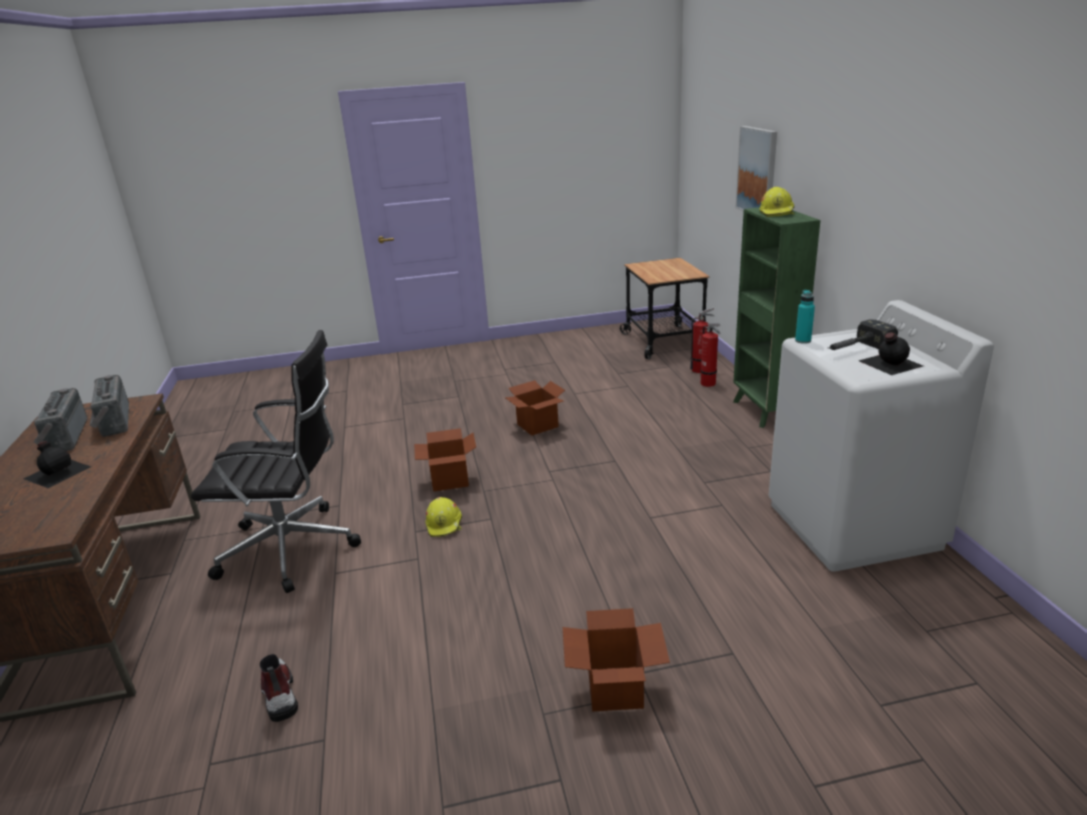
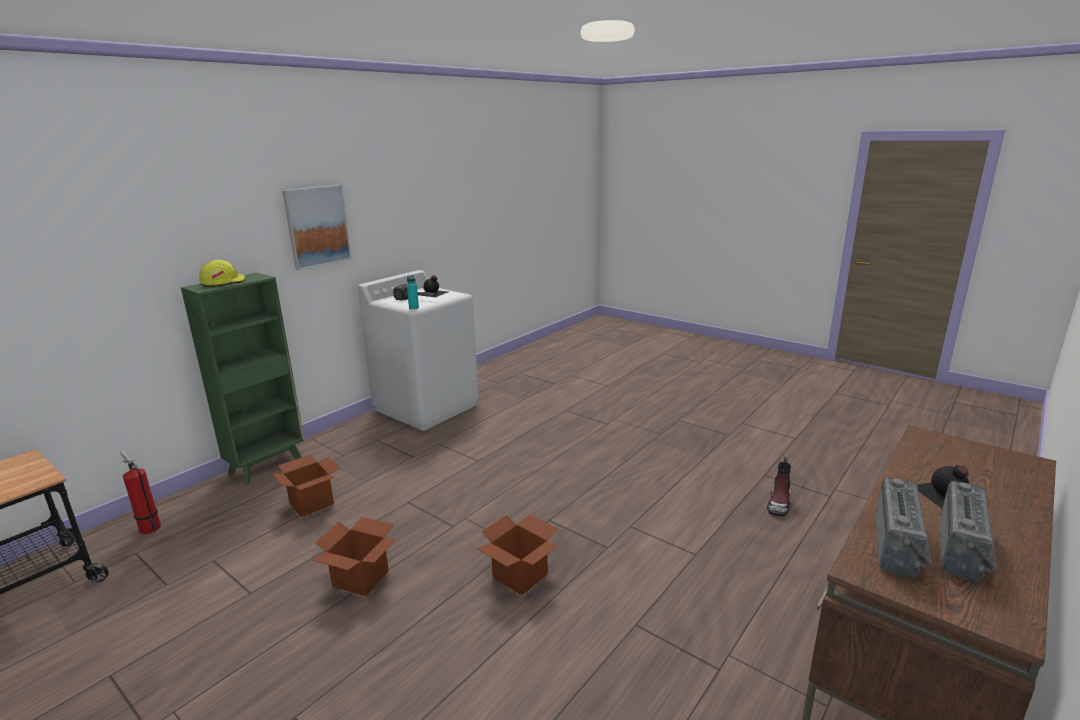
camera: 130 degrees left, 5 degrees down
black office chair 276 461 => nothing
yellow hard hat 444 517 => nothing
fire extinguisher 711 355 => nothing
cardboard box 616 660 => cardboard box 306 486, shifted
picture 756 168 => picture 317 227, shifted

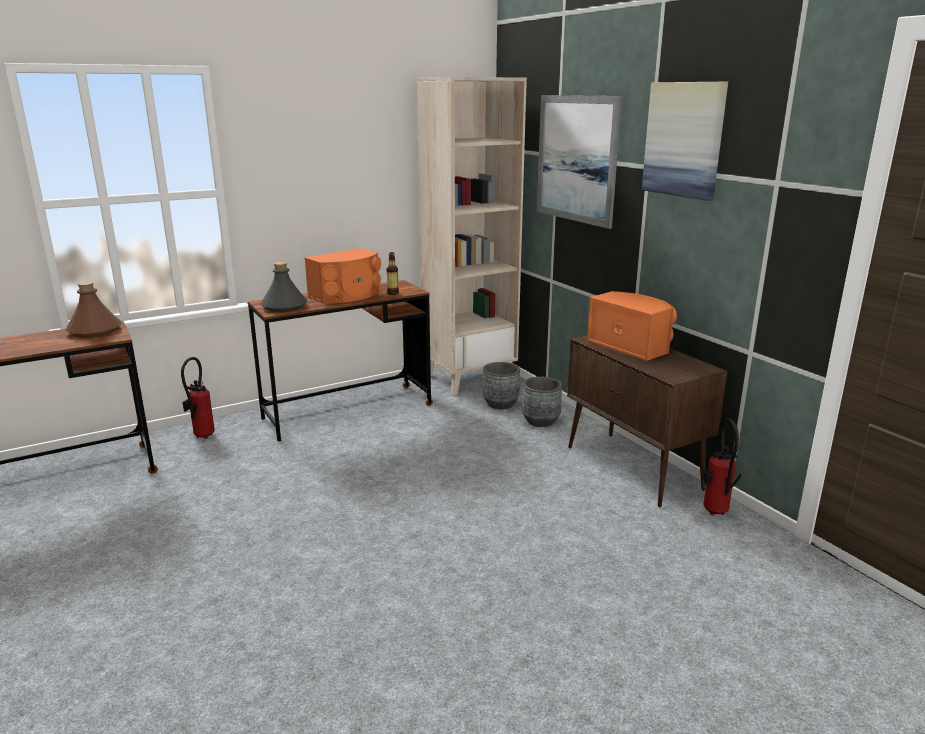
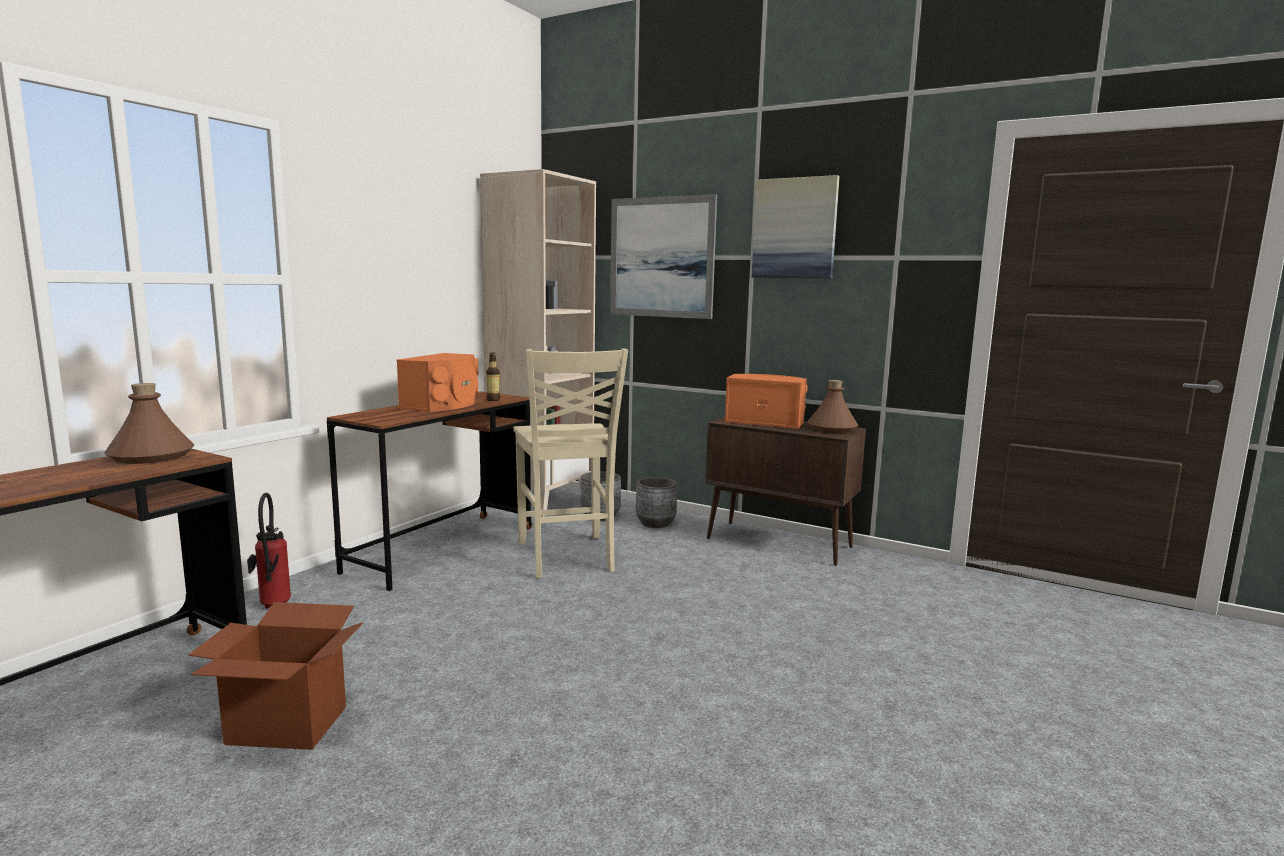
camera: 30 degrees left, 10 degrees down
grey bottle 284 287 => nothing
fire extinguisher 721 466 => nothing
nothing => cardboard box 276 676
nothing => beige chair 570 464
nothing => brown bottle 832 406

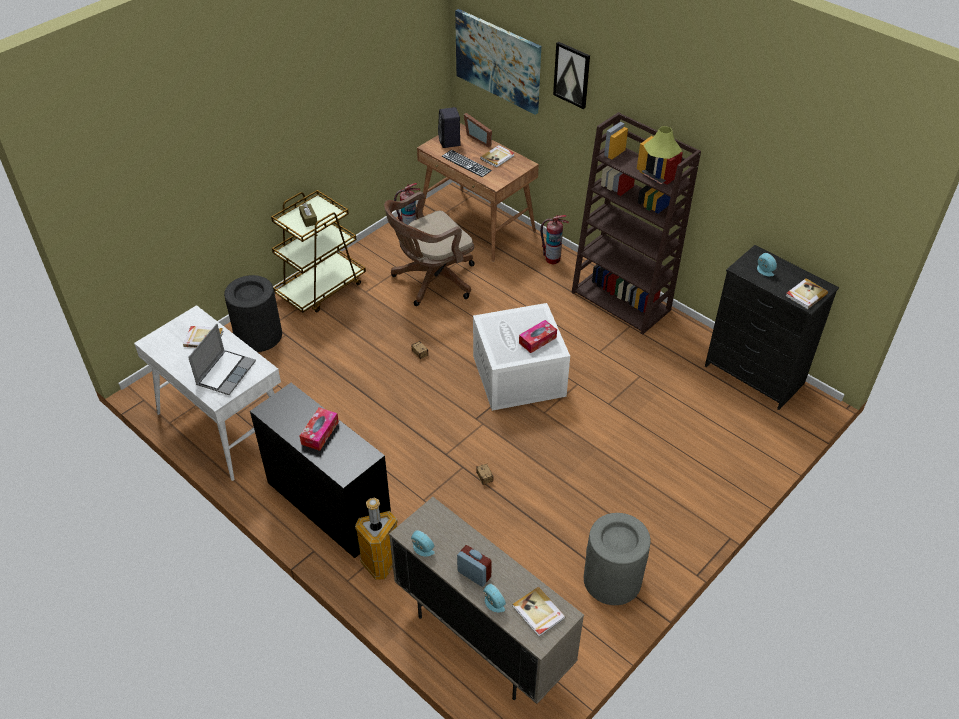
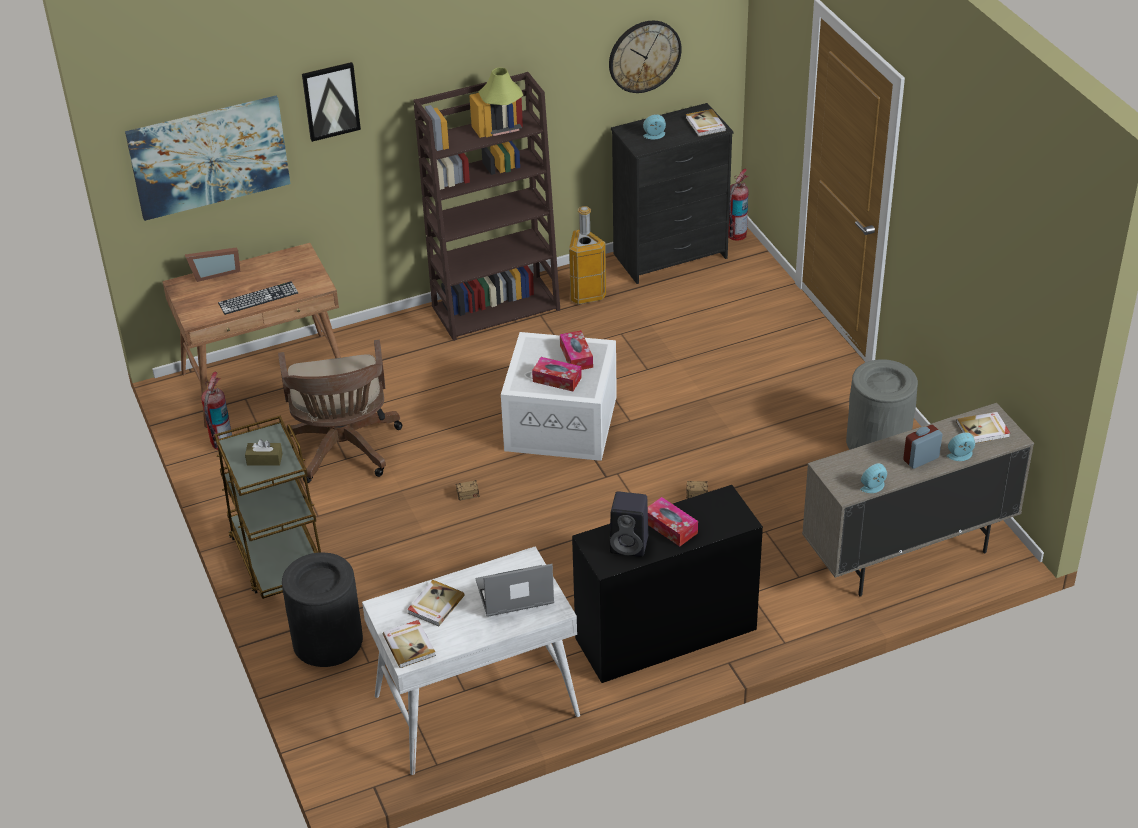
camera: 65 degrees left, 5 degrees down
nothing => tissue box 557 374
nothing => wall clock 645 57
trash can 376 539 => trash can 587 255, shifted
black speaker 449 127 => black speaker 629 524, shifted
book 497 156 => book 409 644, shifted
fire extinguisher 554 240 => fire extinguisher 738 205, shifted
laptop 222 359 => laptop 515 590, 60 degrees counterclockwise

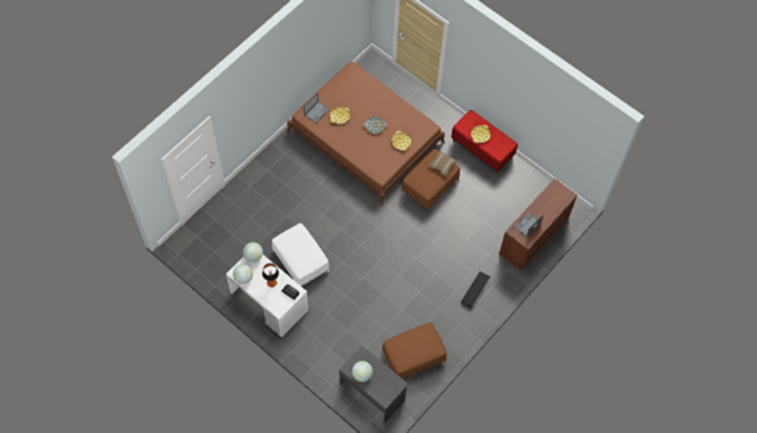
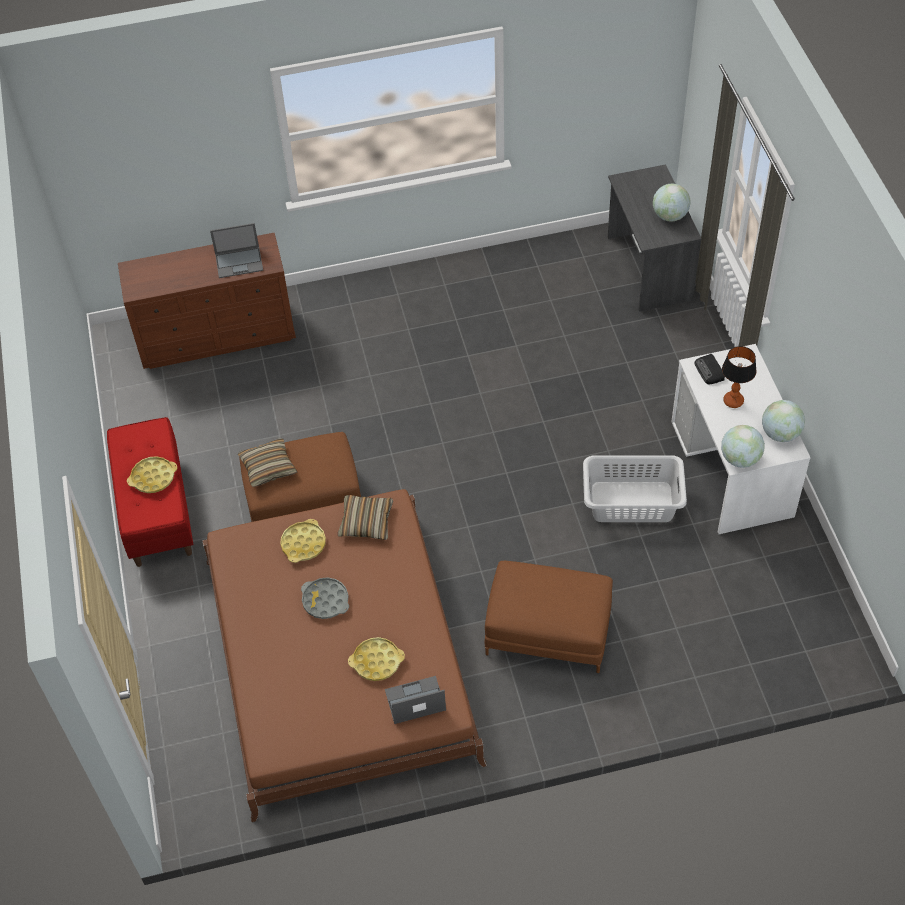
camera: 140 degrees left, 10 degrees down
black storage box 475 290 => nothing
nothing => pillow 365 517
brown ottoman 414 350 => brown ottoman 548 617, shifted
white ottoman 301 254 => grey laundry basket 635 489

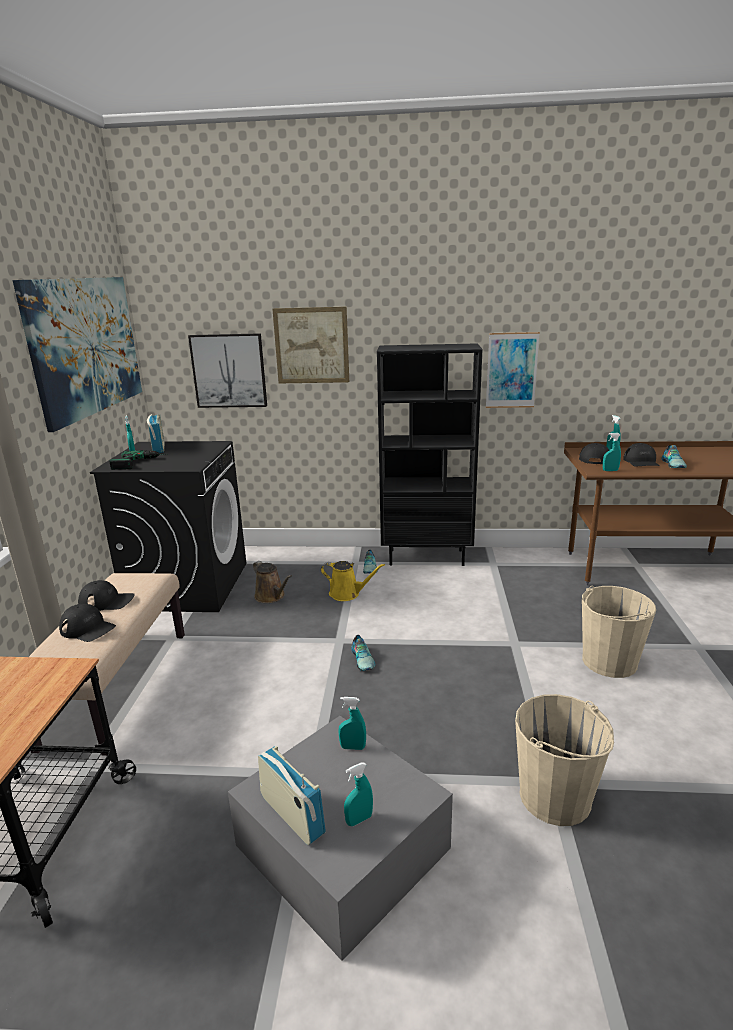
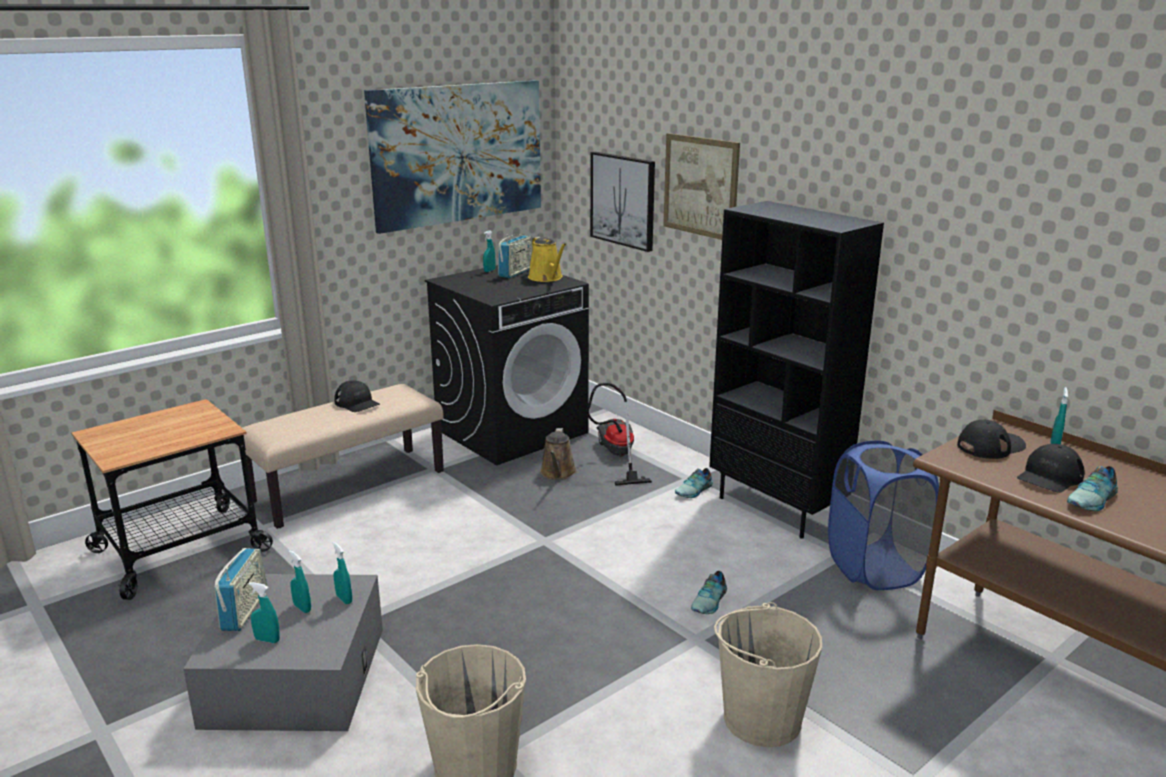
camera: 45 degrees right, 0 degrees up
black cap 87 623 => nothing
power drill 136 460 => nothing
picture 513 370 => nothing
nothing => vacuum cleaner 619 434
nothing => blue laundry basket 883 515
yellow watering can 353 581 => yellow watering can 547 259, shifted
shoe 363 653 => shoe 709 592, shifted
turquoise spray bottle 612 452 => turquoise spray bottle 300 581, shifted

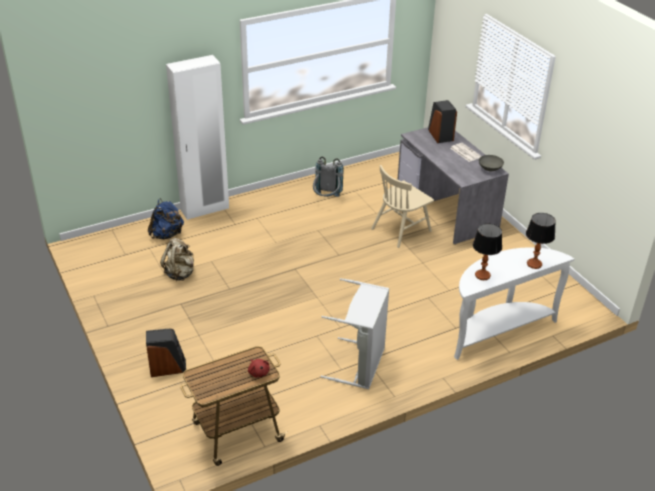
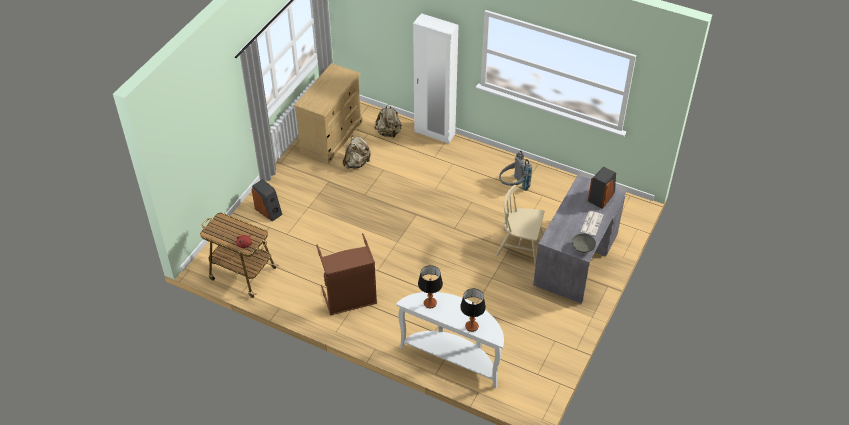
camera: 55 degrees right, 10 degrees up
nothing => beige dresser 328 113
blue backpack 166 218 => beige backpack 388 121
grey laundry basket 355 333 => brown laundry basket 346 274

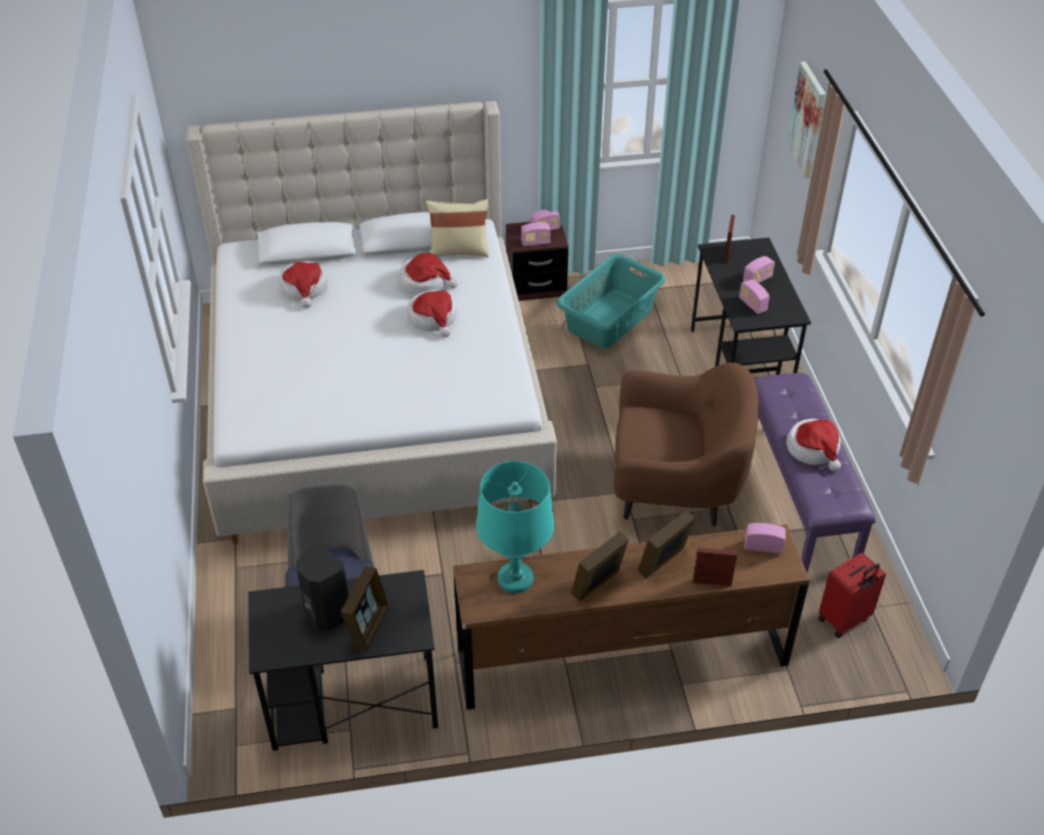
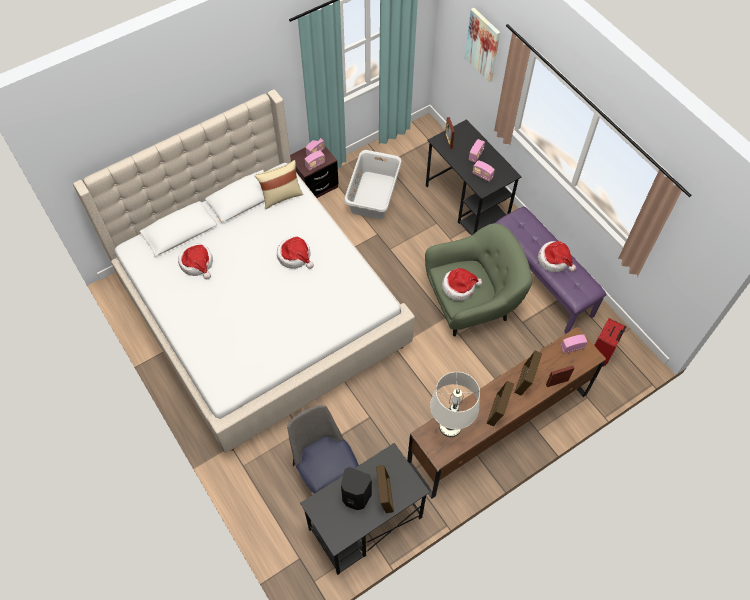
camera: 25 degrees left, 15 degrees up
hat 428 274 => hat 462 284, shifted
turquoise table lamp 515 527 => white table lamp 455 404
turquoise laundry basket 610 301 => grey laundry basket 373 184
brown armchair 686 444 => green armchair 479 279

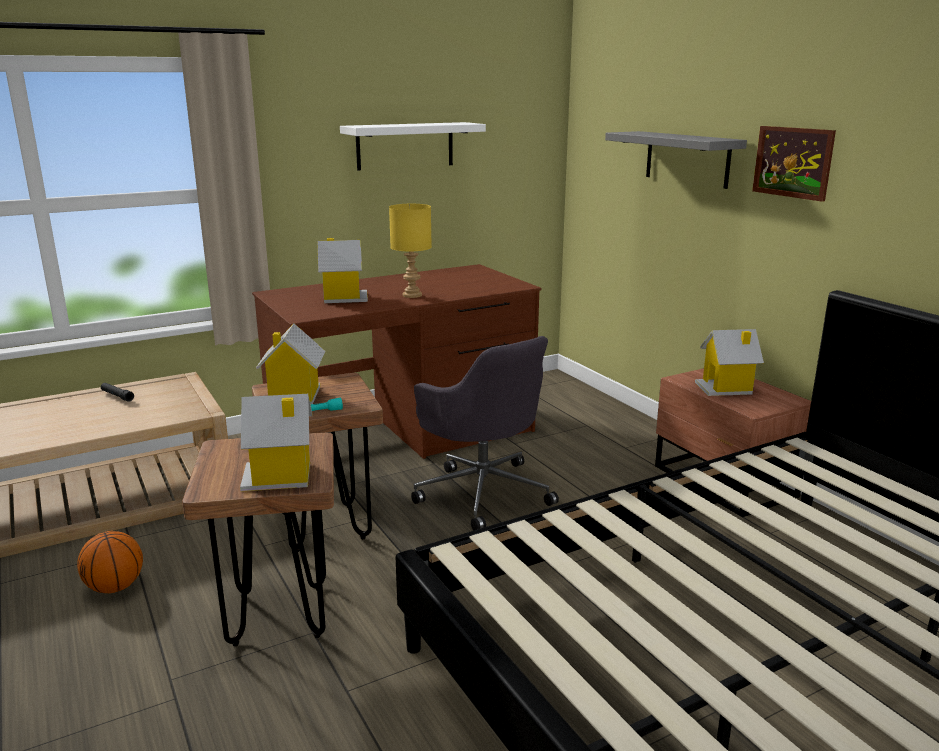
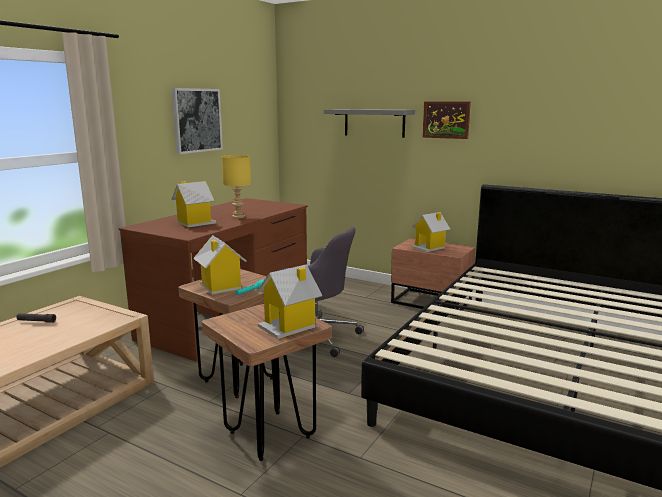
camera: 30 degrees left, 5 degrees down
basketball 110 562 => nothing
white shelf 413 146 => picture 197 121

